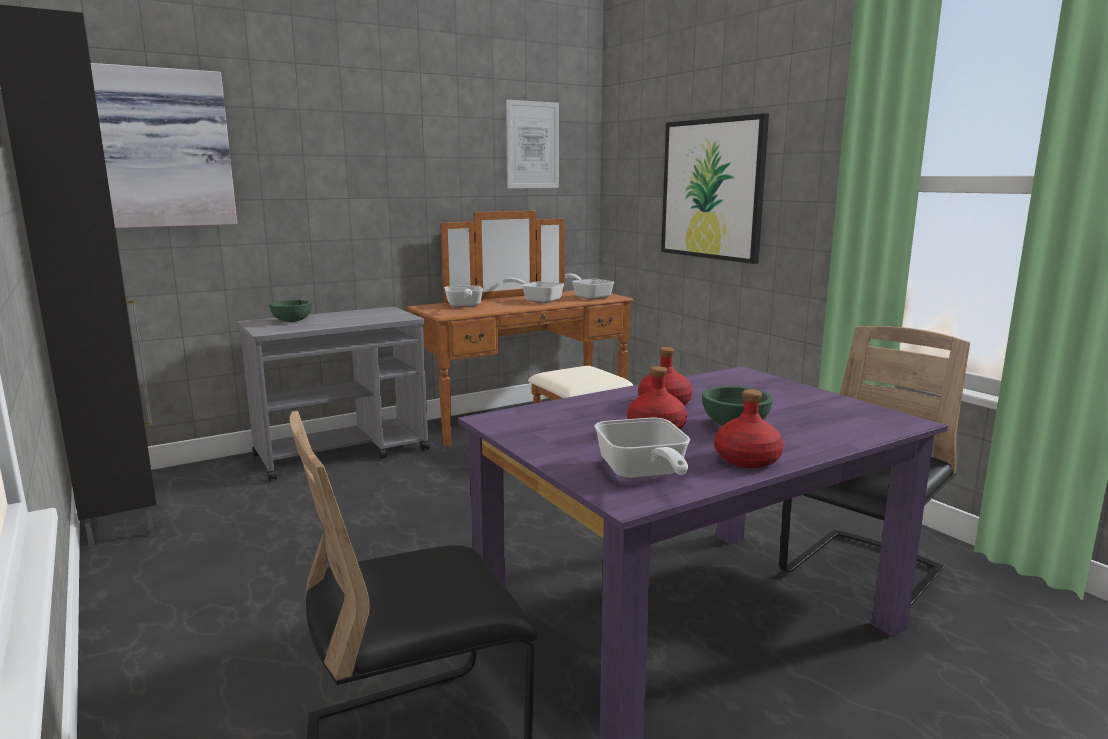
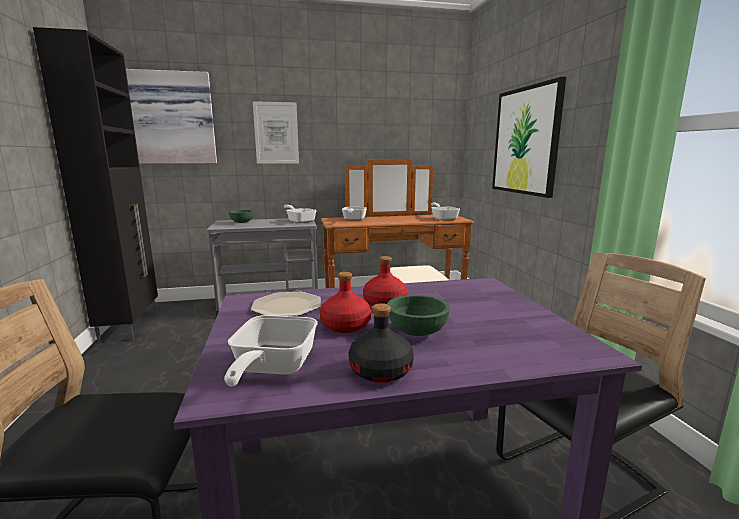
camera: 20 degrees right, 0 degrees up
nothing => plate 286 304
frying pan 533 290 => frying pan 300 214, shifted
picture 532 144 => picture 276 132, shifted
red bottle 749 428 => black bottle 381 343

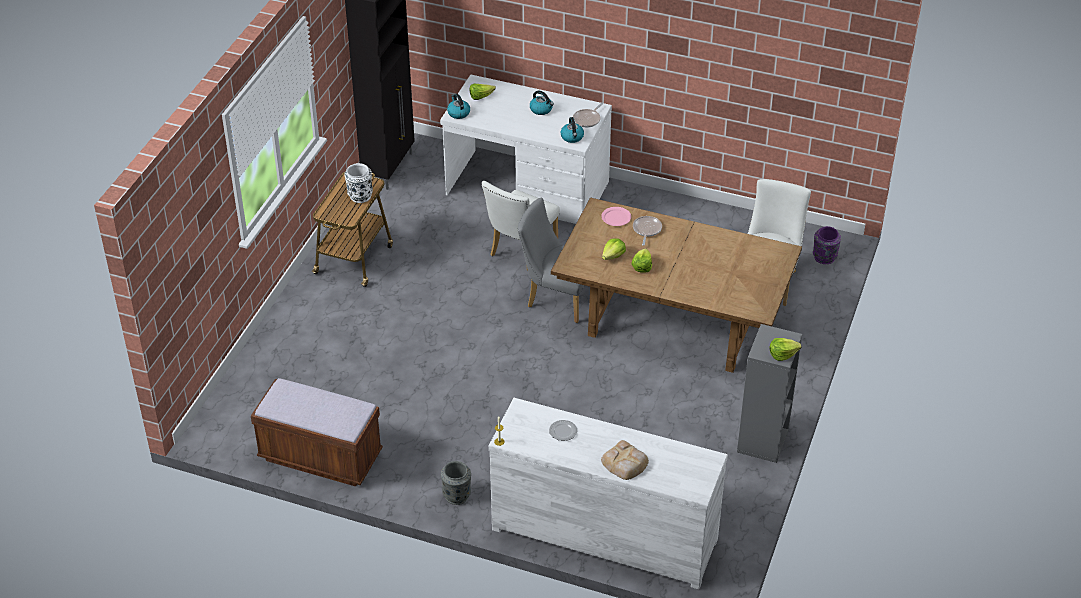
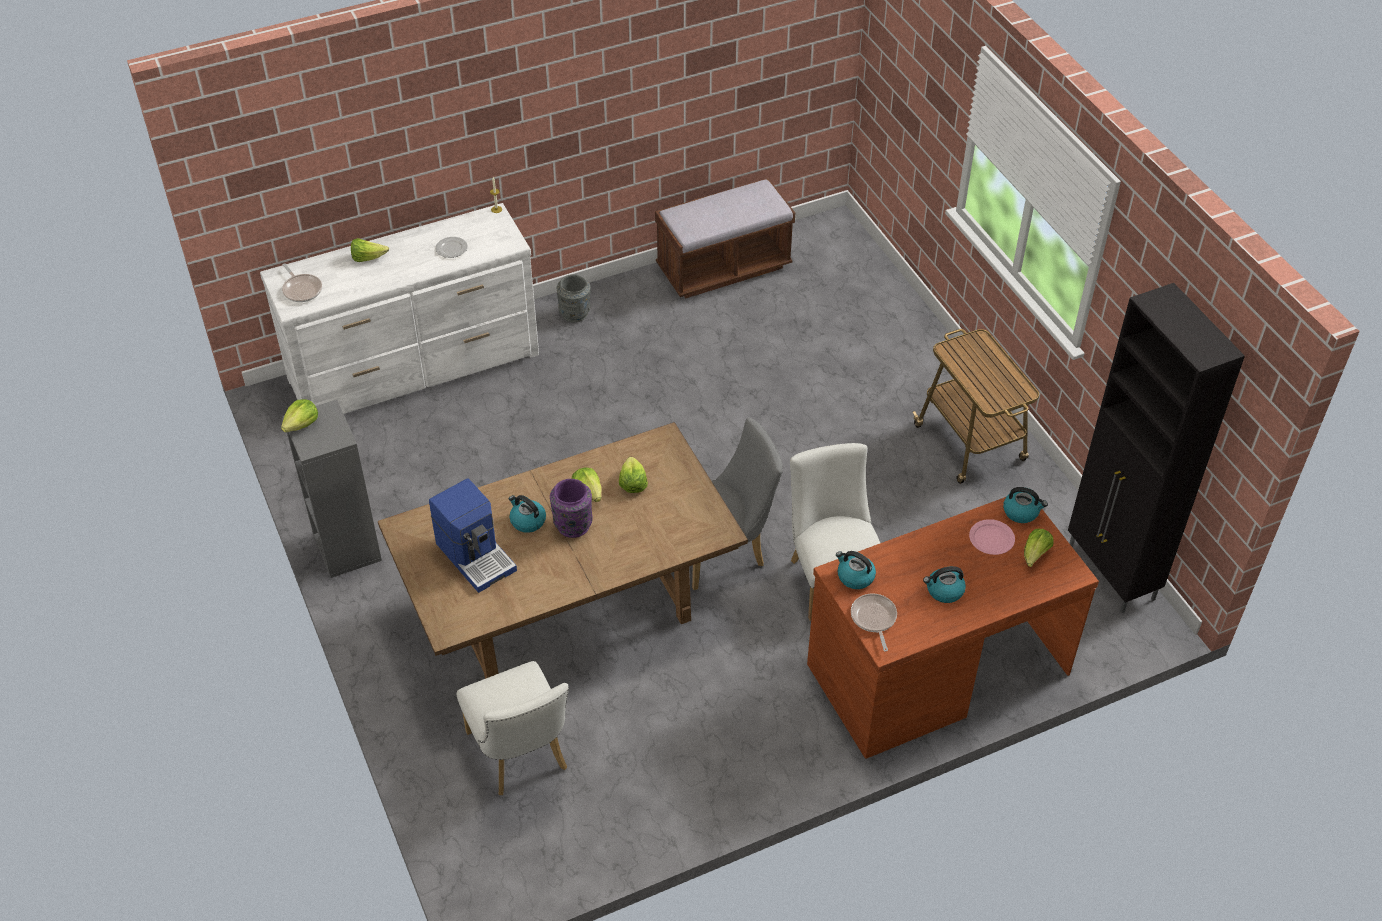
camera: 135 degrees right, 5 degrees up
white vase 358 183 => nothing
nothing => coffee machine 473 535
nothing => kettle 527 514
pink plate 616 216 => pink plate 992 537, shifted
frying pan 647 231 => frying pan 302 282, shifted
purple vase 827 245 => purple vase 571 508, shifted
bread 625 460 => lettuce 370 250
white desk 526 149 => brown desk 953 628

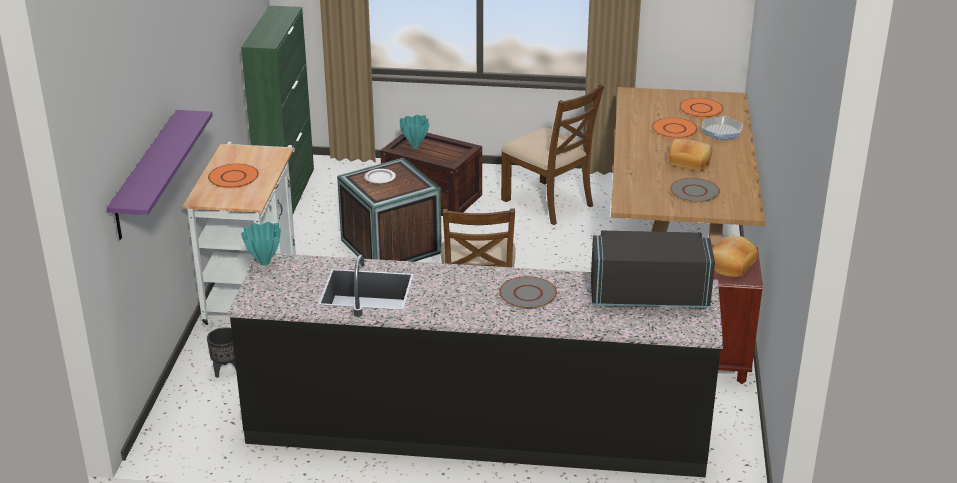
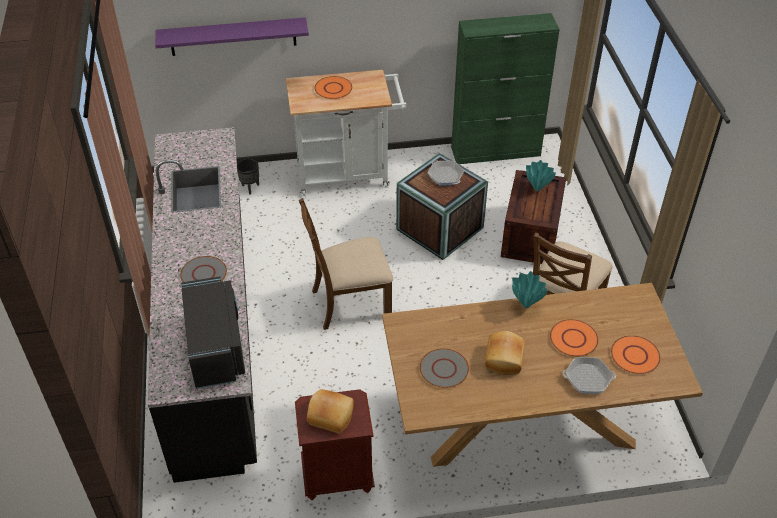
camera: 75 degrees right, 15 degrees up
turquoise vase 261 244 => turquoise vase 530 289, shifted
plate 380 176 => frying pan 446 173

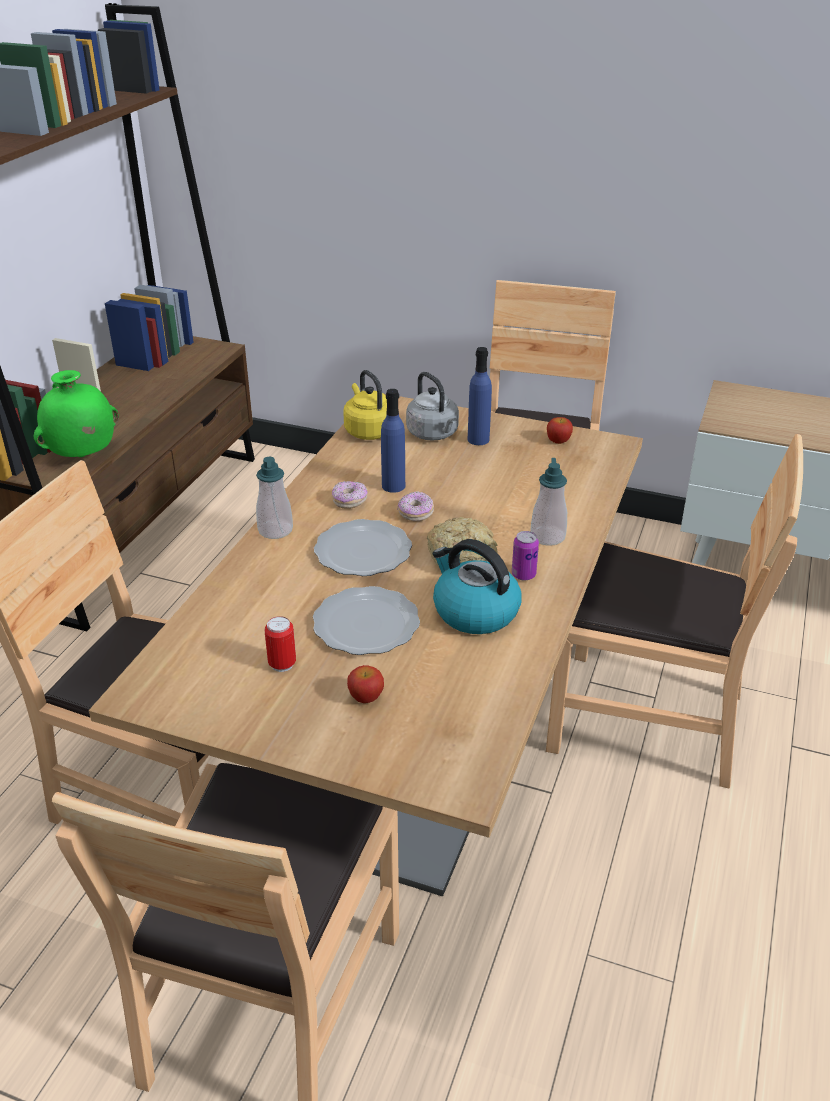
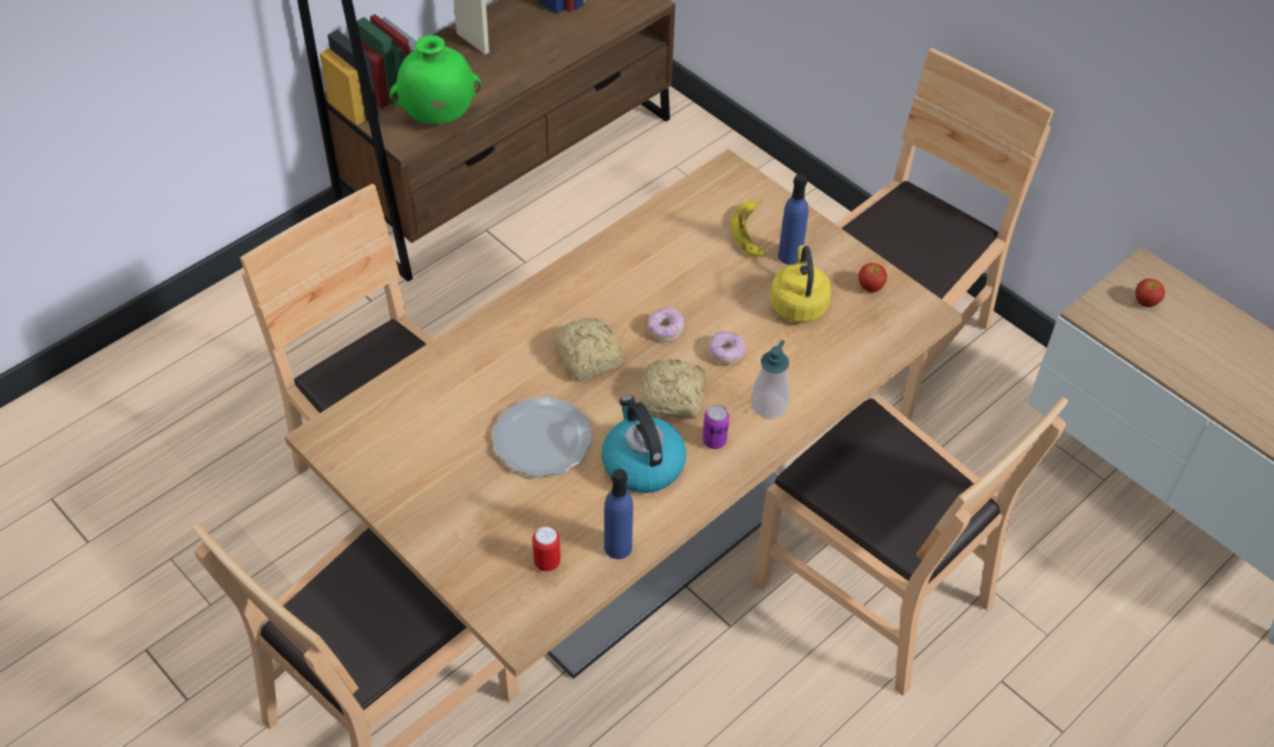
camera: 25 degrees right, 15 degrees up
soap dispenser 274 498 => nothing
can 280 644 => can 547 549, shifted
donut 350 495 => donut 727 347, shifted
yellow kettle 365 405 => yellow kettle 801 284, shifted
apple 365 684 => apple 1150 293, shifted
blue bottle 393 441 => blue bottle 618 514, shifted
plate 363 547 => bread 590 349
grey kettle 432 406 => banana 748 228

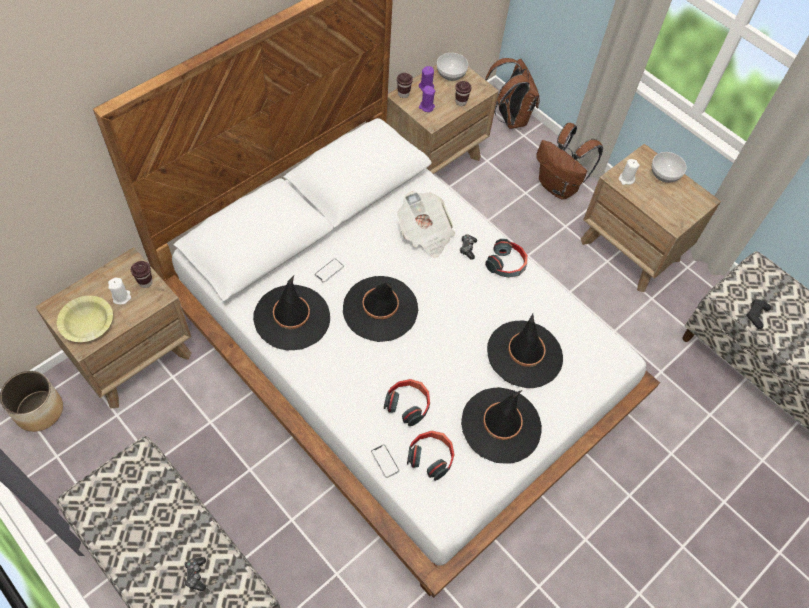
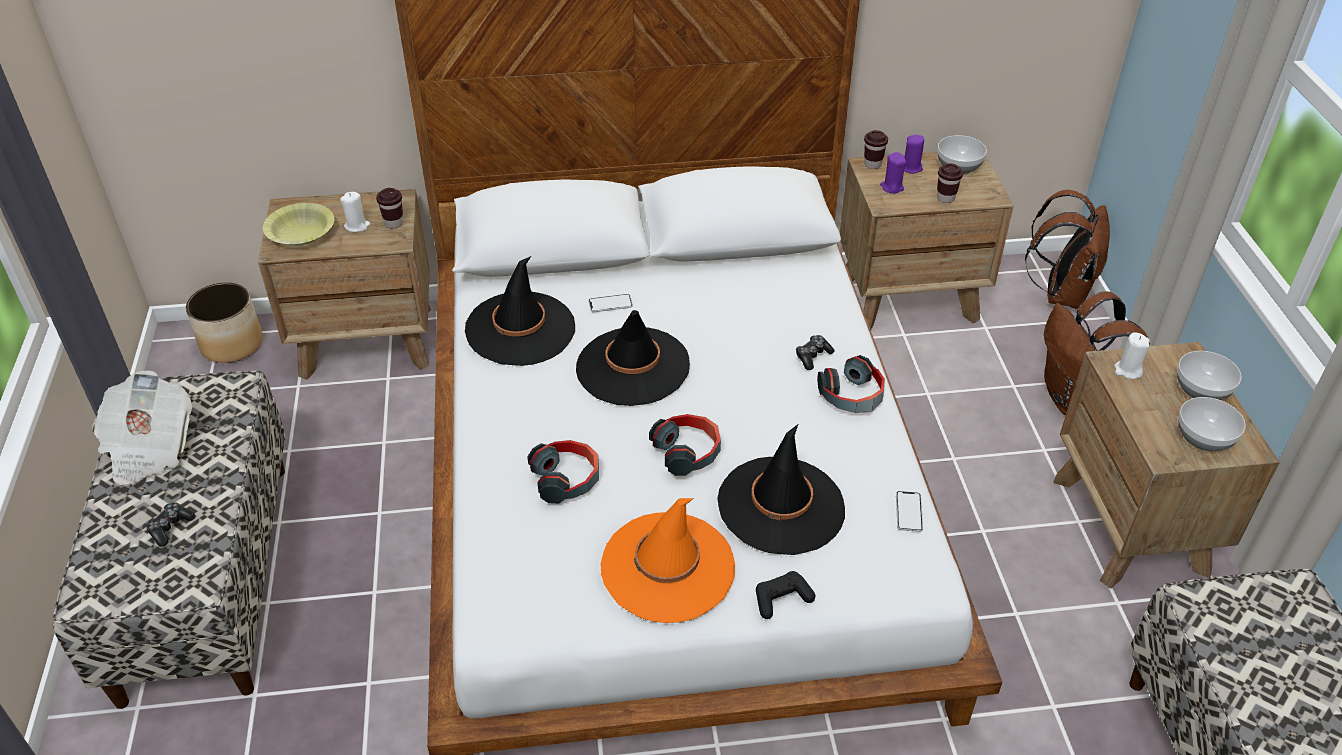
camera: 40 degrees right, 15 degrees down
nothing => bowl 1212 424
phone 385 461 => phone 909 511, shifted
newspaper 426 224 => newspaper 142 427, shifted
headphones 431 455 => headphones 685 445, shifted
black game controller 758 314 => black game controller 785 595, shifted
black hat 501 425 => orange hat 668 560

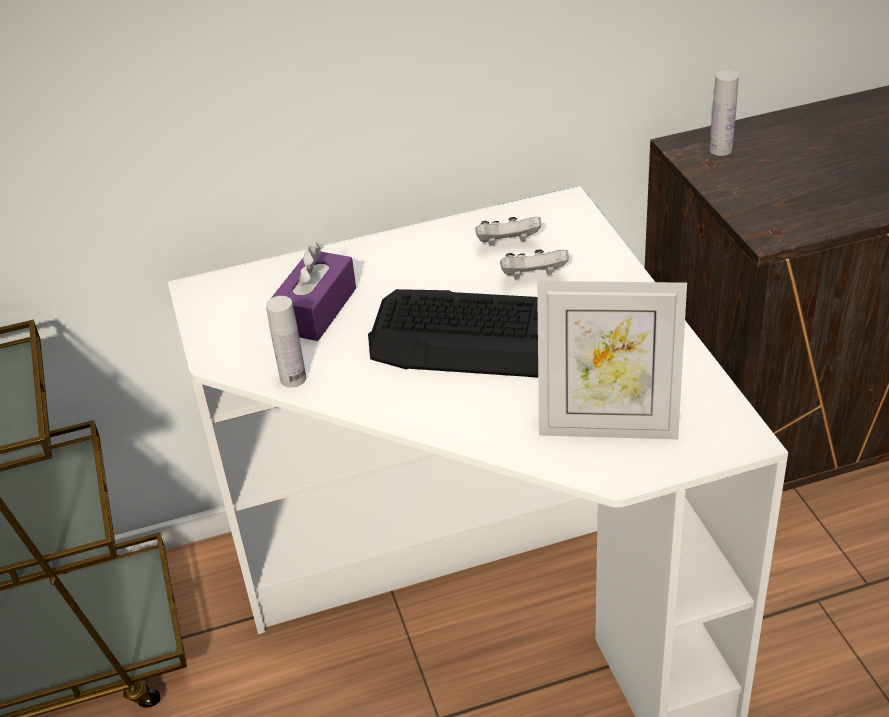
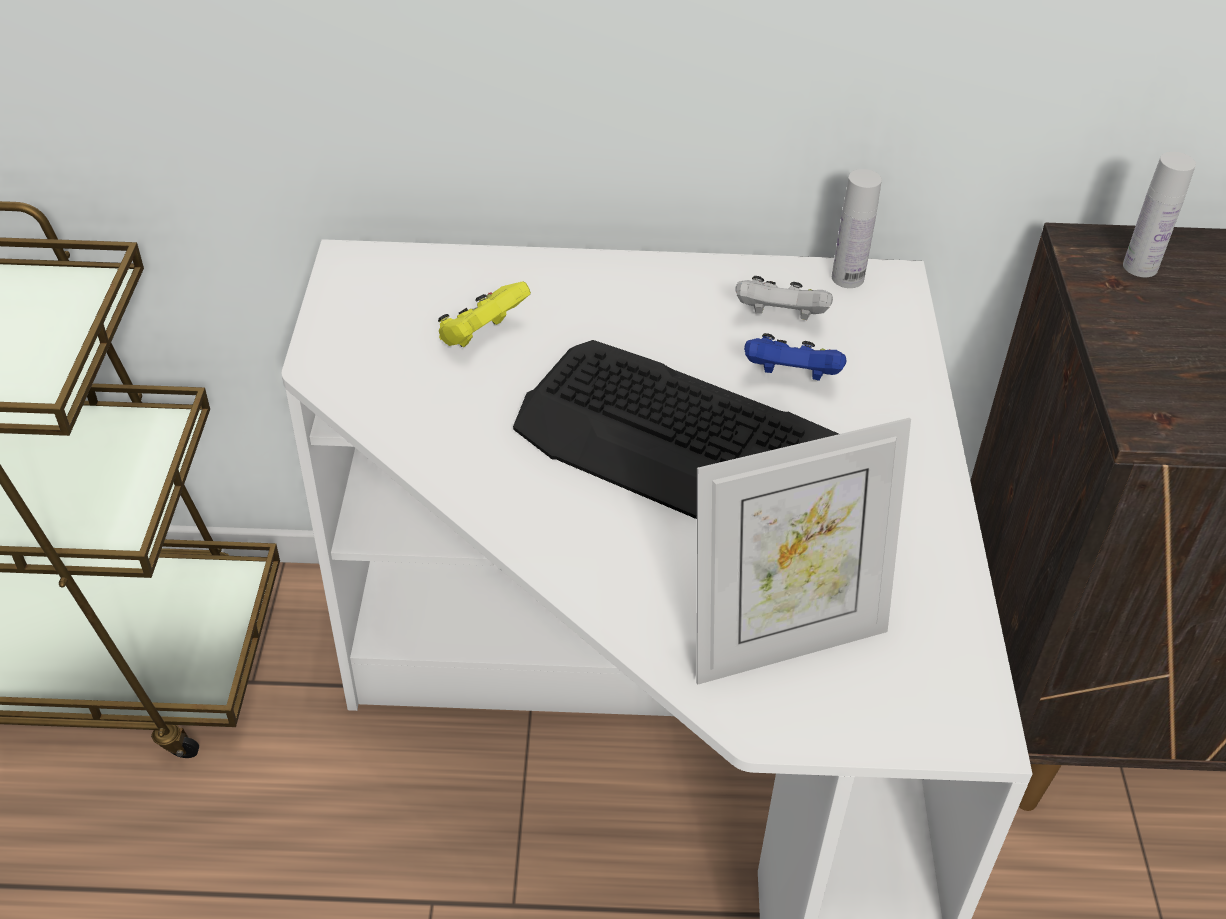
camera: 15 degrees right, 5 degrees up
white bottle 286 342 => white bottle 857 228, shifted
purple tissue box 313 291 => yellow game controller 484 314
white game controller 534 264 => blue game controller 795 357
picture frame 612 360 => picture frame 803 551, 45 degrees counterclockwise

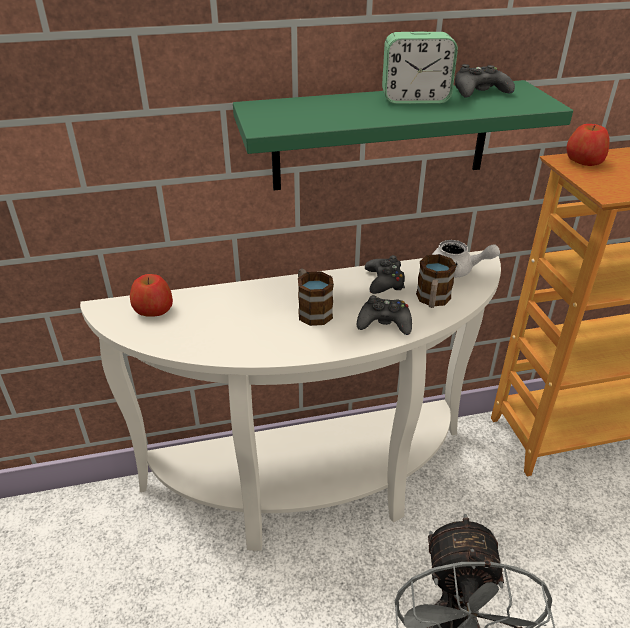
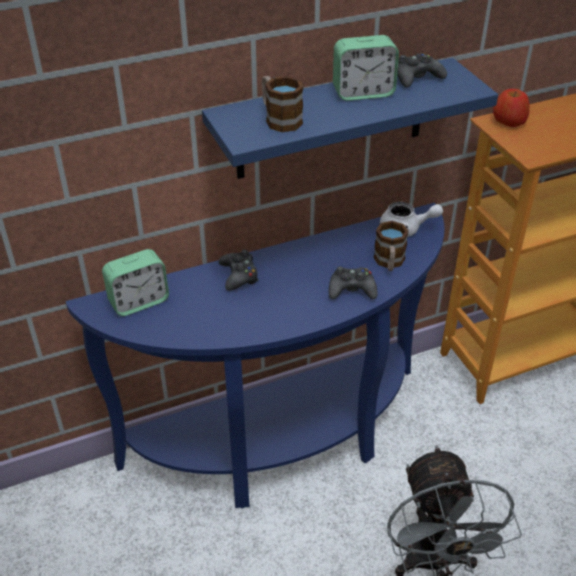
camera: 10 degrees left, 5 degrees up
mug 316 297 => mug 283 104, shifted
black game controller 385 274 => black game controller 239 270, shifted
apple 151 295 => alarm clock 135 282
white console table 290 400 => blue console table 255 355
green shelf 403 135 => blue shelf 350 118

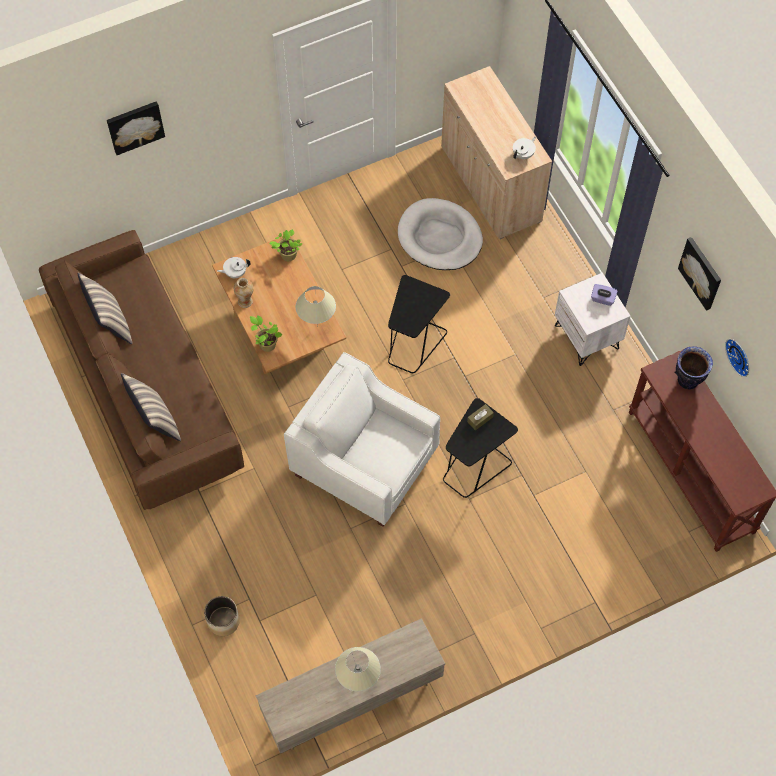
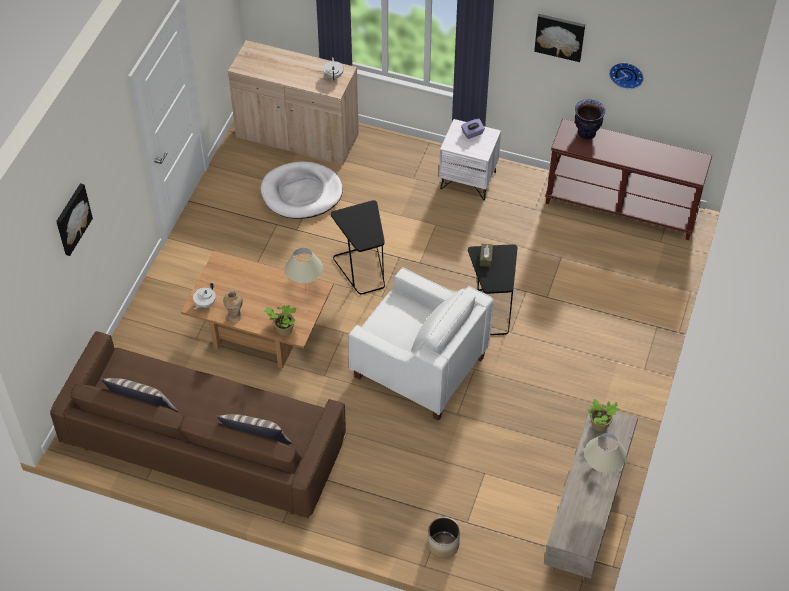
camera: 45 degrees left, 10 degrees down
potted plant 285 245 => potted plant 604 415, shifted
white armchair 362 439 => white armchair 421 344, 135 degrees counterclockwise

